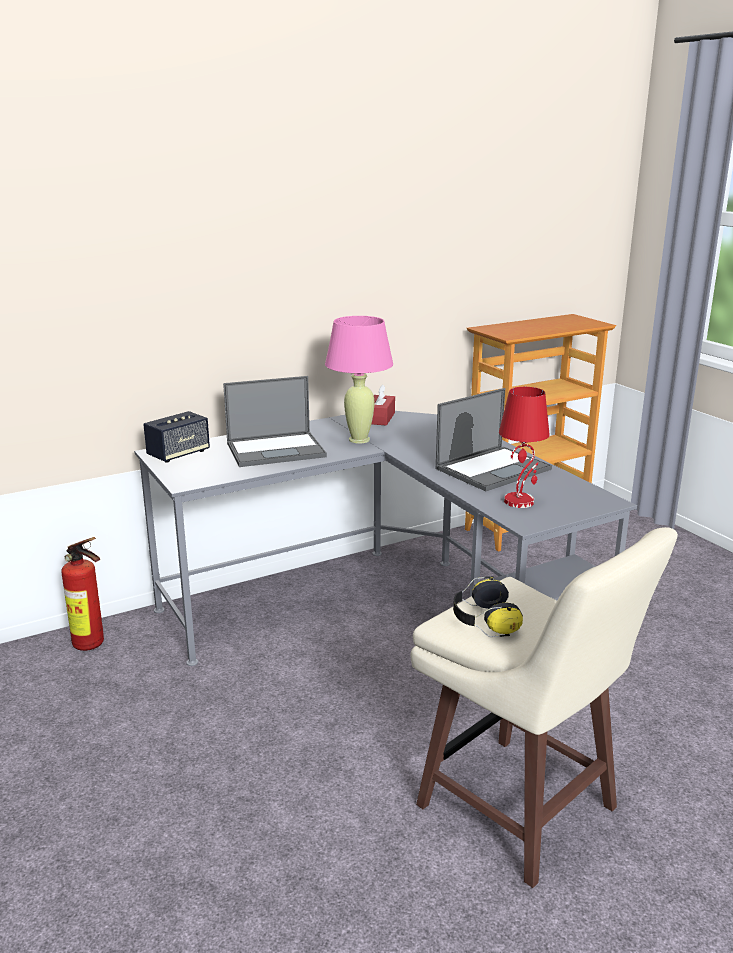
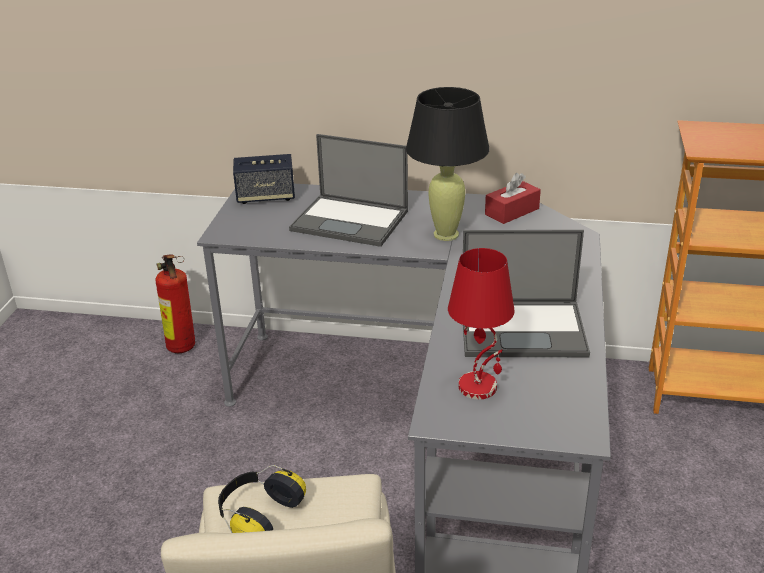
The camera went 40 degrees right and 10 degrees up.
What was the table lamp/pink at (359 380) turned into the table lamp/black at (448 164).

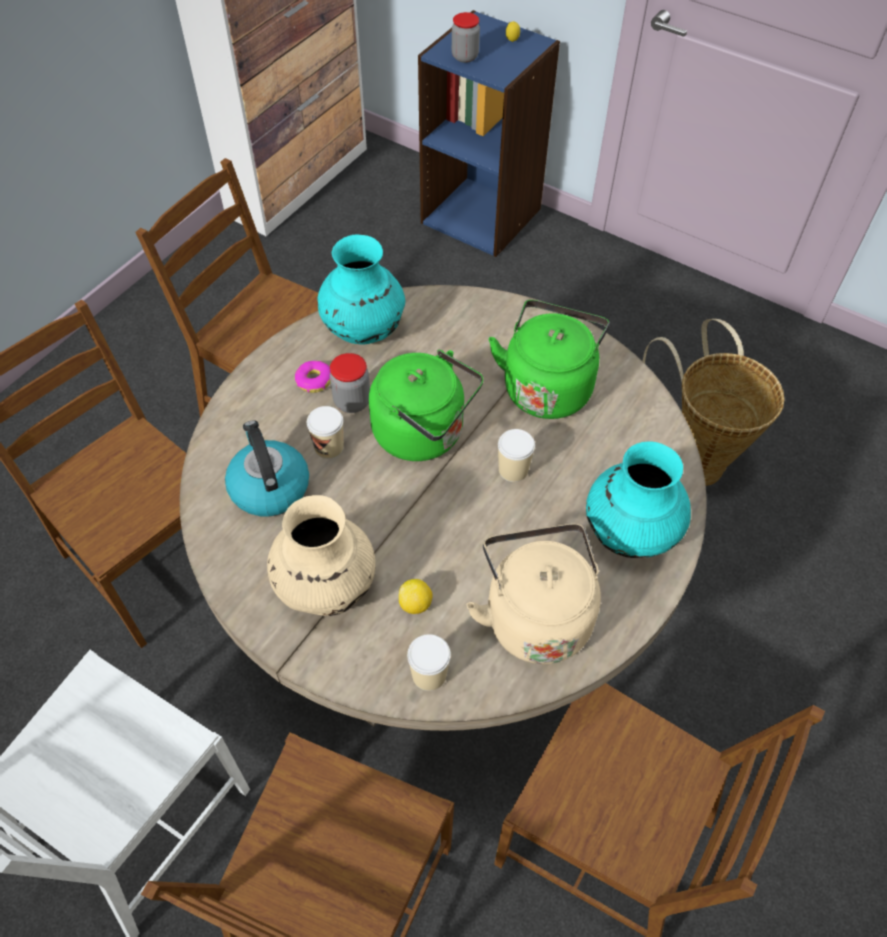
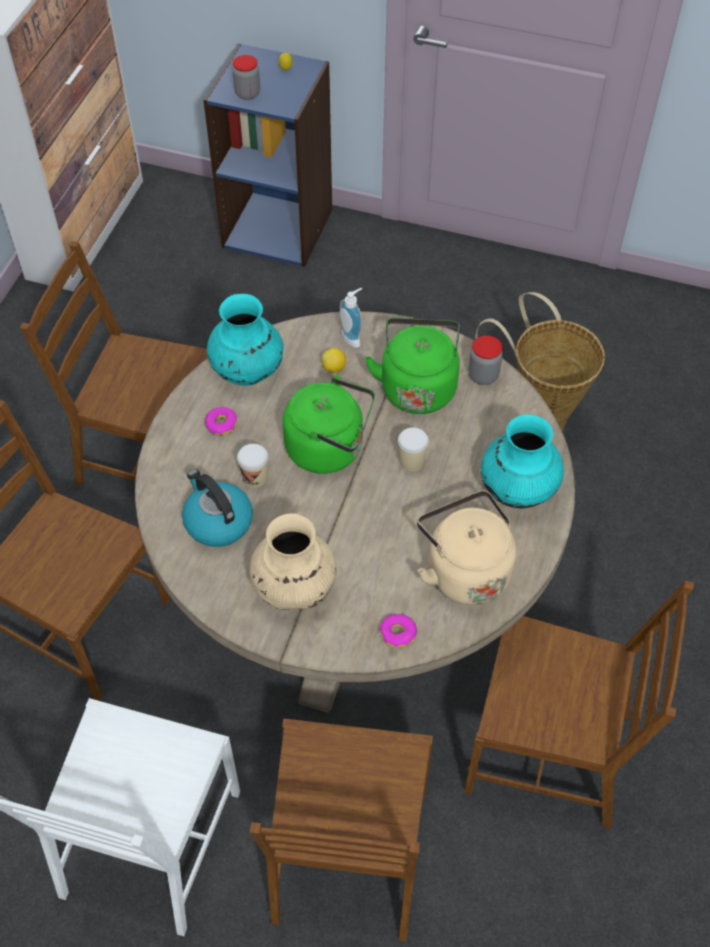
The camera went 15 degrees left and 0 degrees up.
The jar ended up elsewhere, having gone from (350 383) to (485 360).
The lemon ended up elsewhere, having gone from (416 596) to (334 360).
Where the cup stood at (429 662), the donut came to stand at (398 631).
The second view gained the soap dispenser at (351 318).

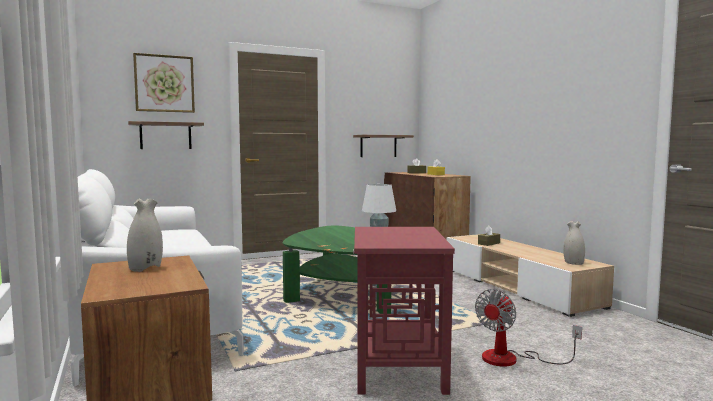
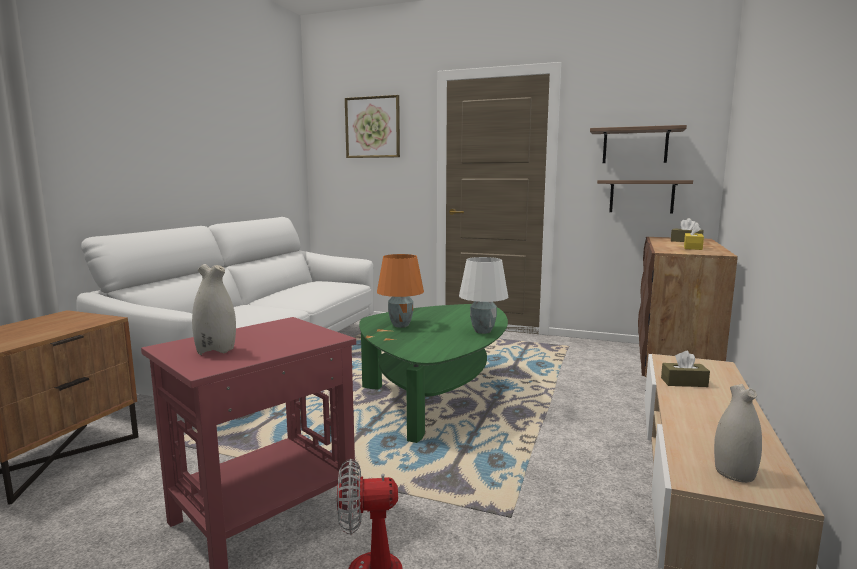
The camera went 45 degrees right and 5 degrees up.
The vase/white ended up elsewhere, having gone from (145 235) to (214 309).
The shelf ended up elsewhere, having gone from (166 135) to (638 144).
The second view gained the table lamp/orange at (400 291).

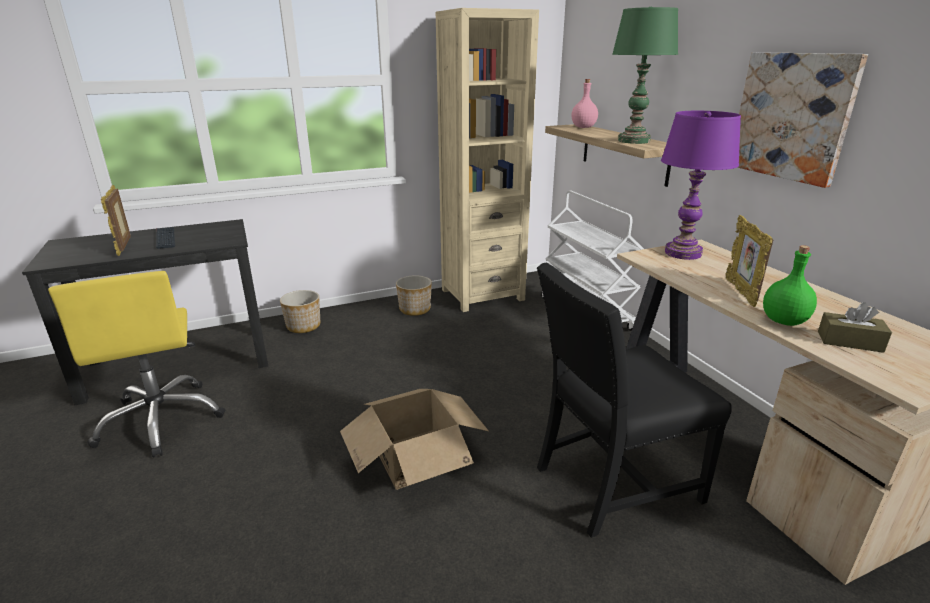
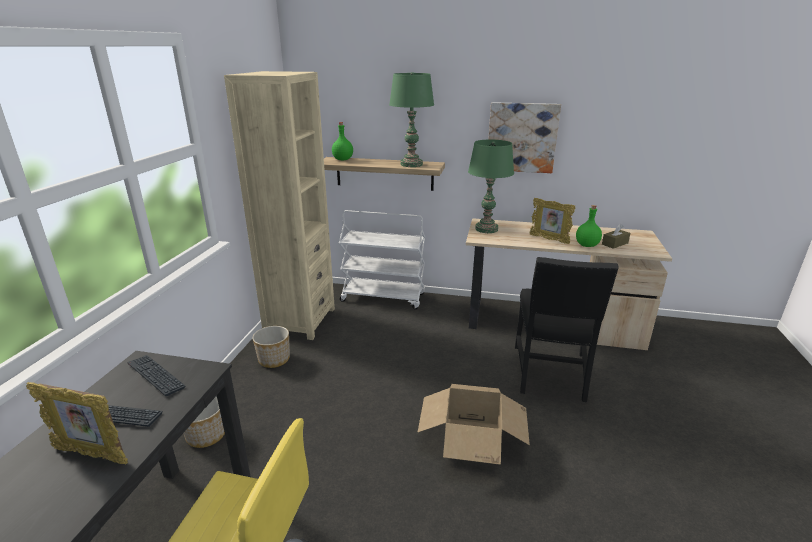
The camera went 55 degrees left and 0 degrees up.
What was the bottle/pink at (584 103) turned into the bottle/green at (342 141).
What was the table lamp/purple at (701 185) turned into the table lamp/green at (491 186).
The second view gained the keyboard at (156 375).

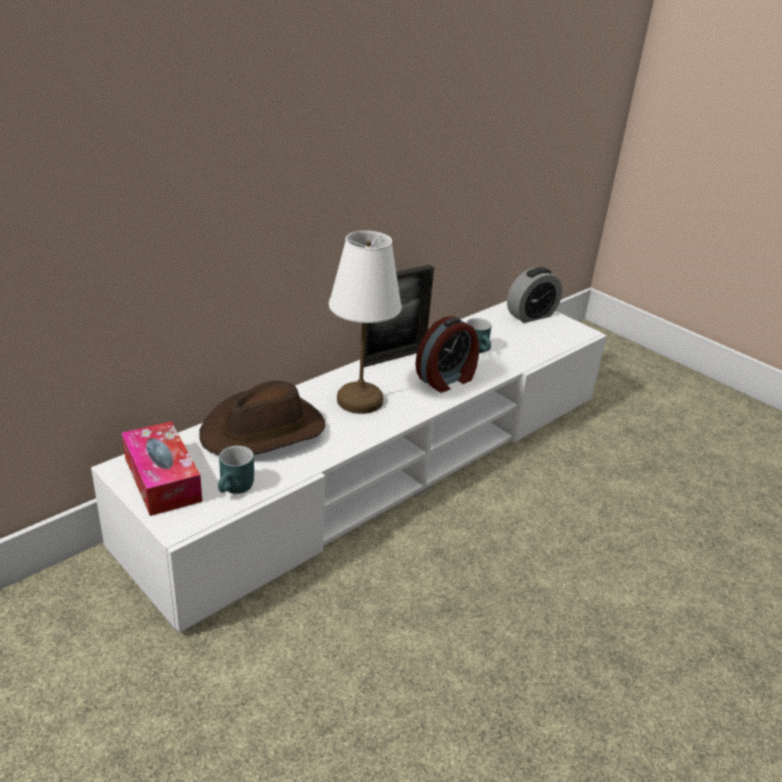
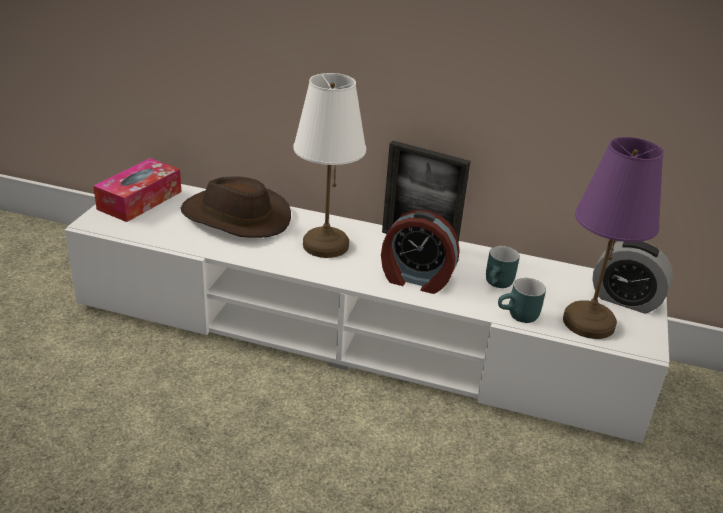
The camera went 60 degrees right and 0 degrees up.
The mug/turquoise ended up elsewhere, having gone from (236 470) to (522 300).
The second view gained the table lamp/purple at (613 238).

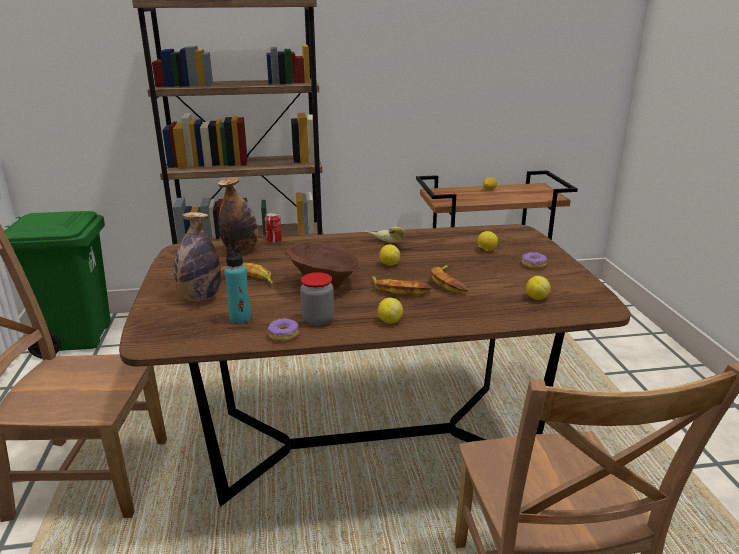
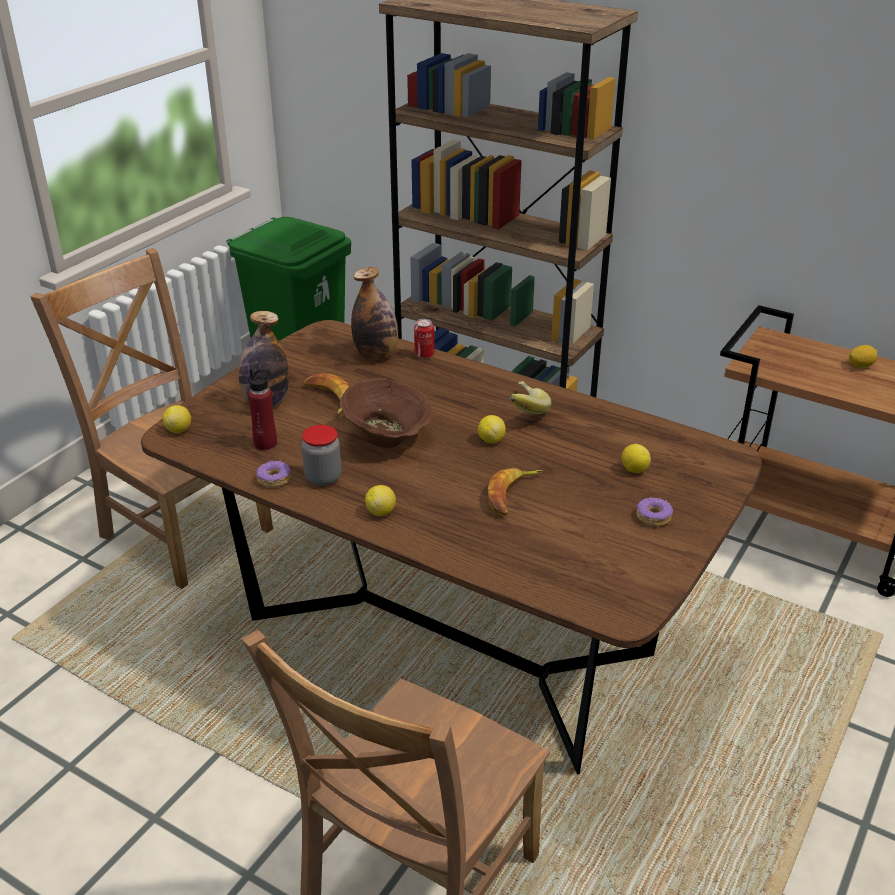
The camera went 40 degrees right and 10 degrees up.
What was the bottle/turquoise at (237 284) turned into the bottle/red at (262 409).
The second view lost the banana at (402 286).
The lemon ended up elsewhere, having gone from (538 288) to (177 419).

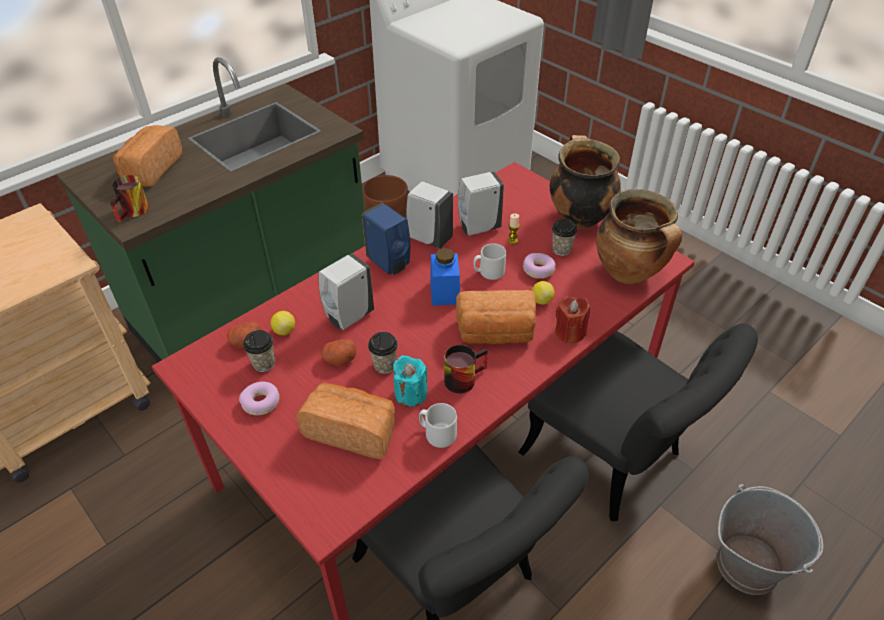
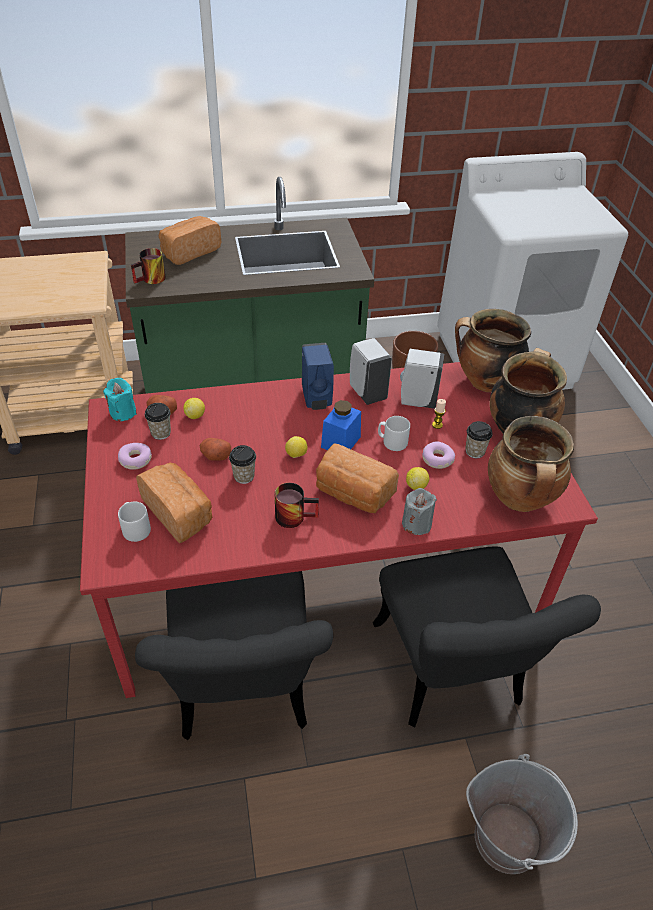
The camera went 30 degrees right and 0 degrees up.
The second view lost the soap dispenser/white at (346 291).
The candle/turquoise ended up elsewhere, having gone from (410 381) to (120 399).
The mug/grey ended up elsewhere, having gone from (438 425) to (134 522).
What was the candle/red at (572 319) turned into the candle/grey at (419 511).
The second view gained the lemon at (296 447).
The second view gained the cooking pot at (493 350).

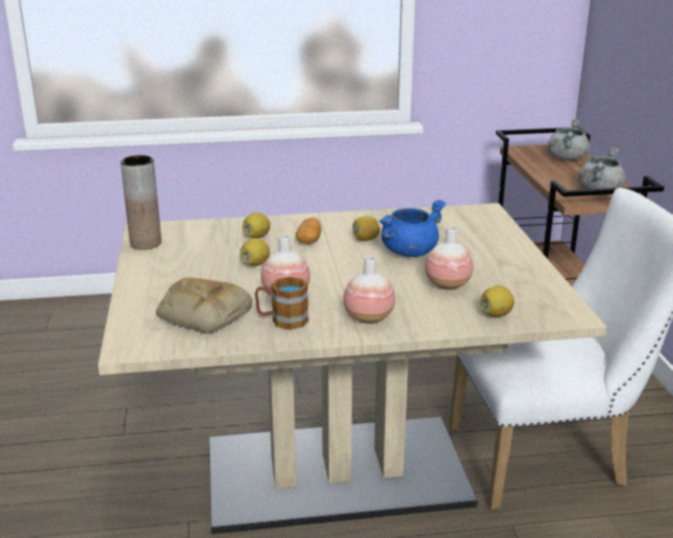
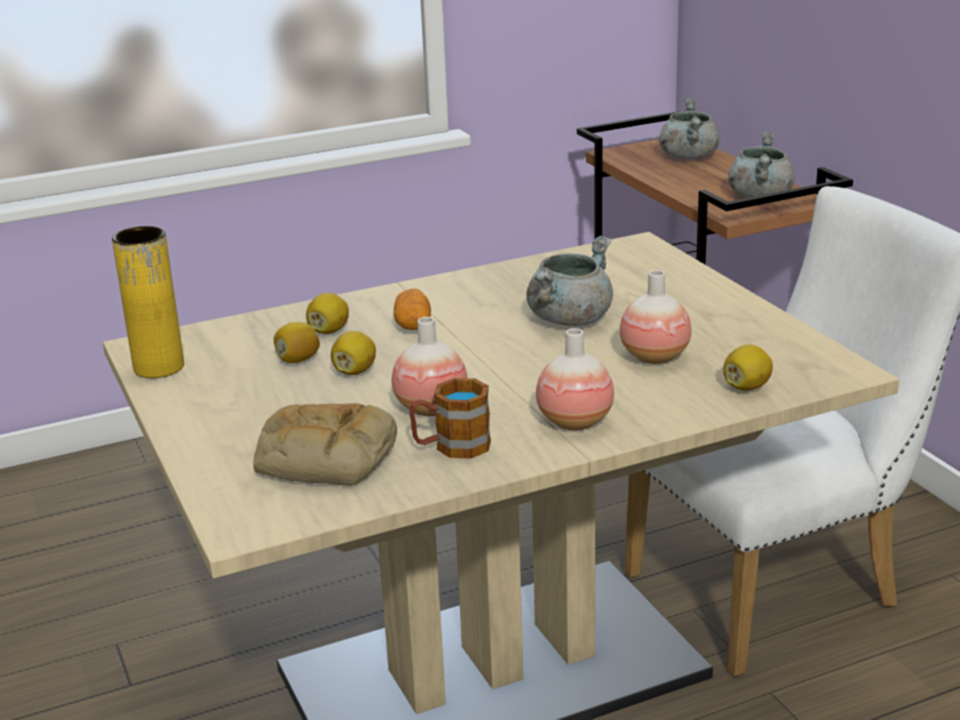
The camera went 15 degrees left and 0 degrees up.
What was the vase/brown at (141 202) turned into the vase/yellow at (148 302).
The lemon ended up elsewhere, having gone from (366 228) to (297 342).
What was the cooking pot/blue at (413 228) turned into the cooking pot/grey at (569 280).

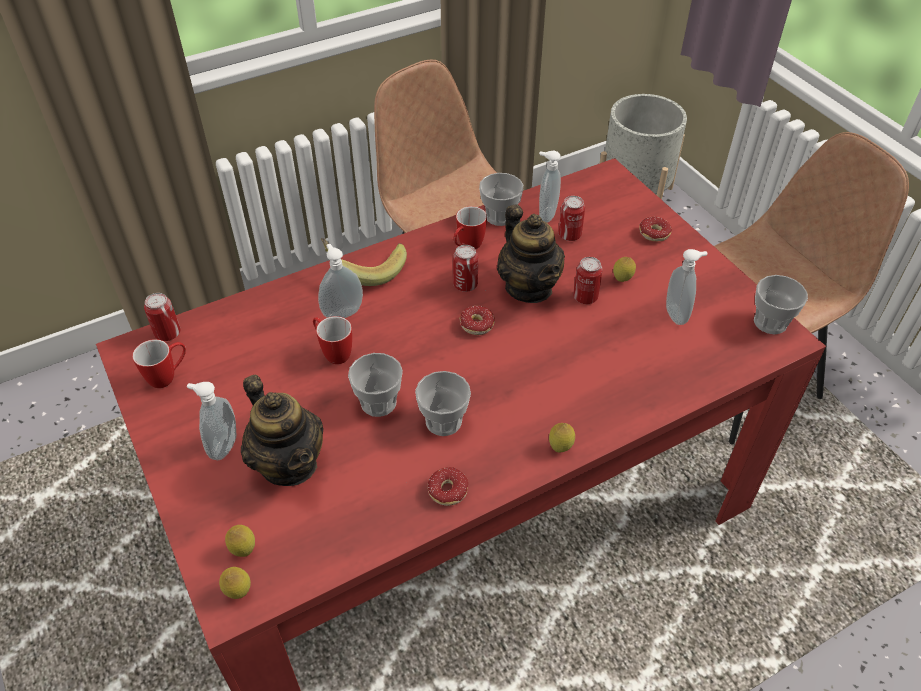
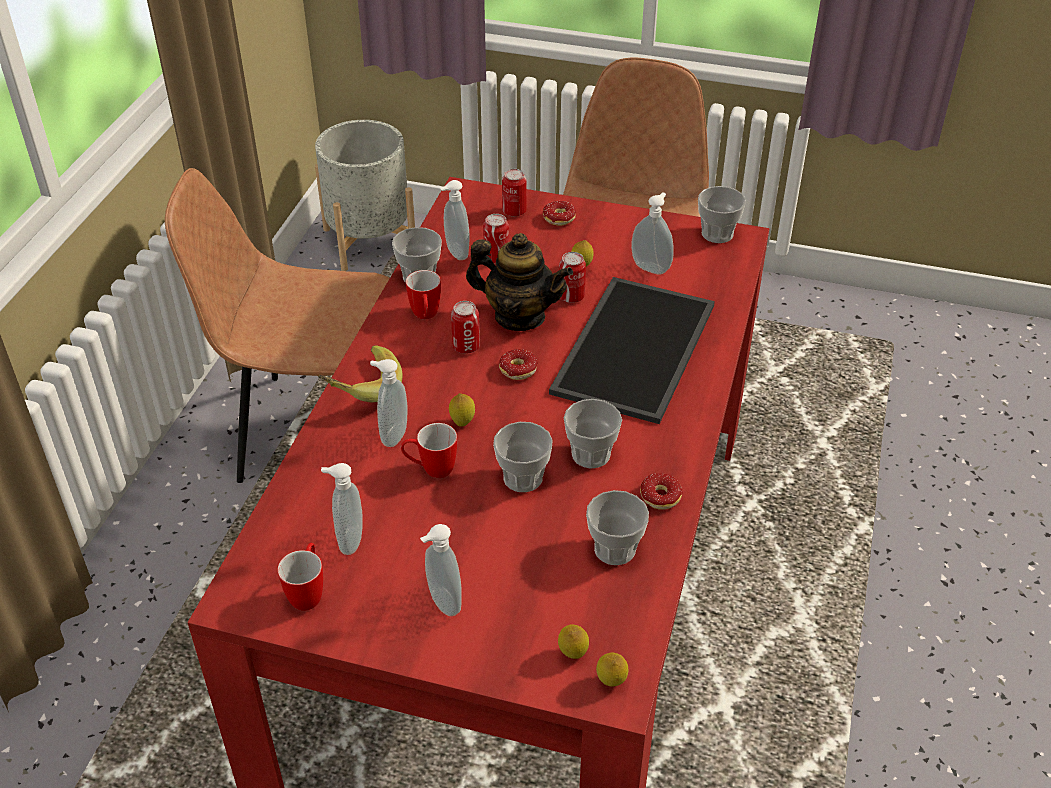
The camera went 45 degrees left and 5 degrees down.
The can ended up elsewhere, having gone from (162 317) to (514 193).
The second view lost the teapot at (282 430).
The lemon ended up elsewhere, having gone from (562 438) to (462 410).
The second view gained the soap dispenser at (342 509).
The second view gained the tray at (632 350).
The second view gained the cup at (617 527).

